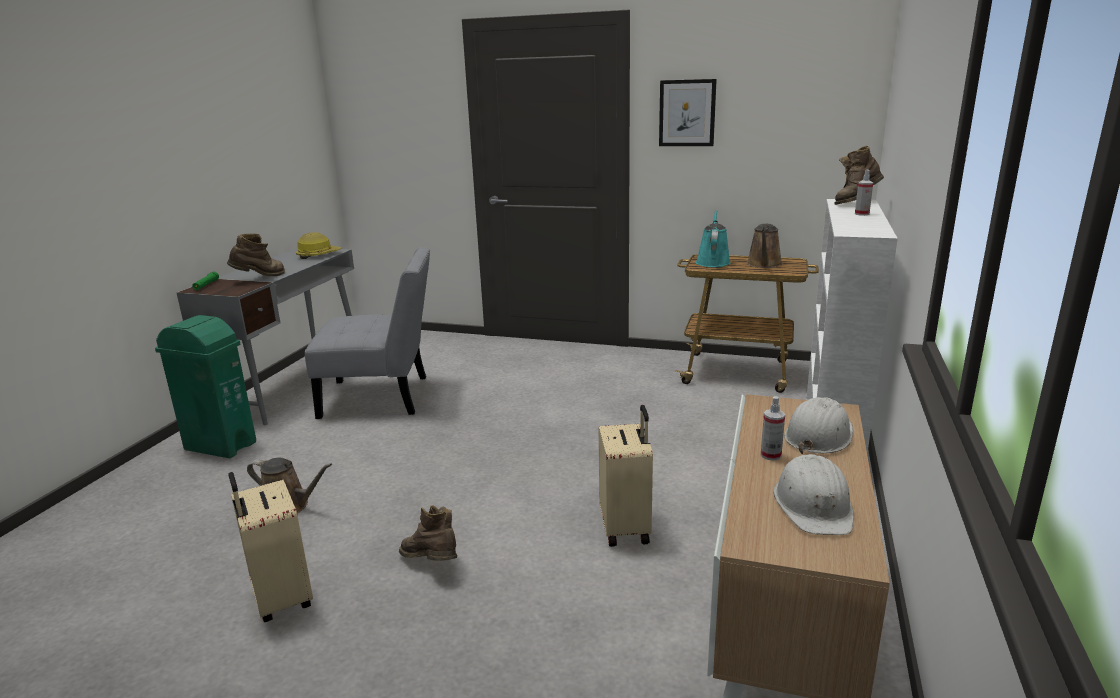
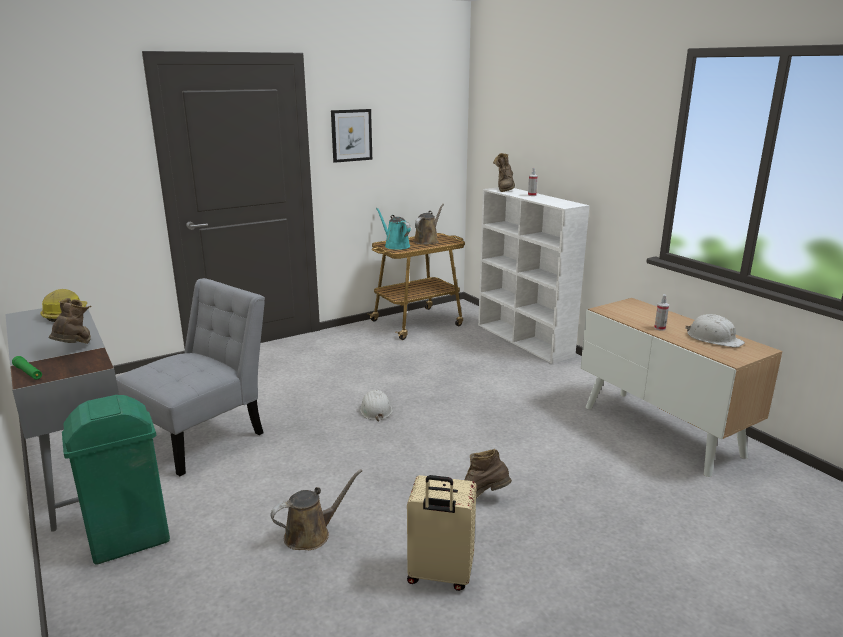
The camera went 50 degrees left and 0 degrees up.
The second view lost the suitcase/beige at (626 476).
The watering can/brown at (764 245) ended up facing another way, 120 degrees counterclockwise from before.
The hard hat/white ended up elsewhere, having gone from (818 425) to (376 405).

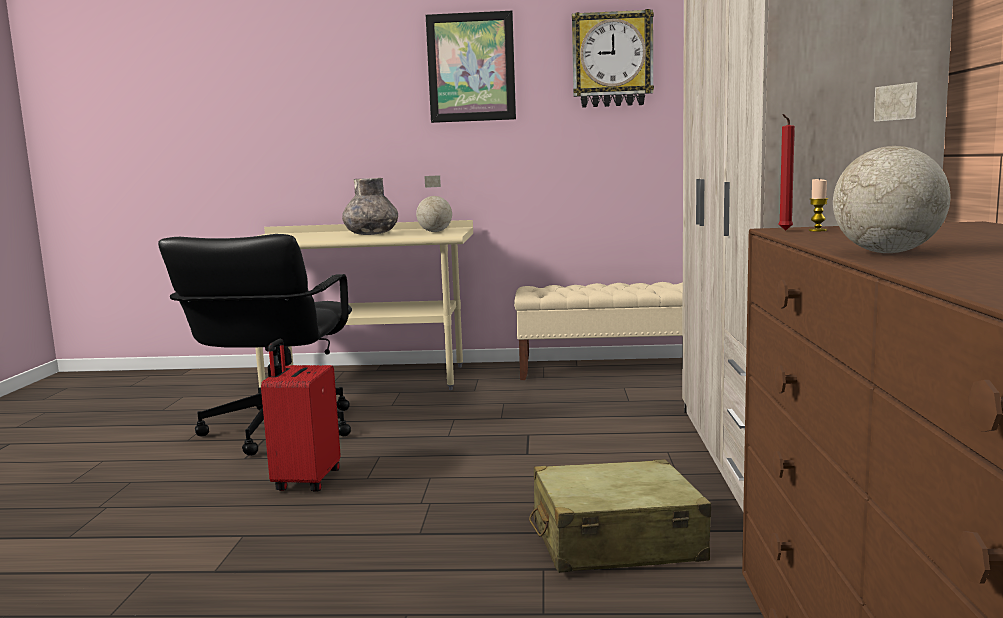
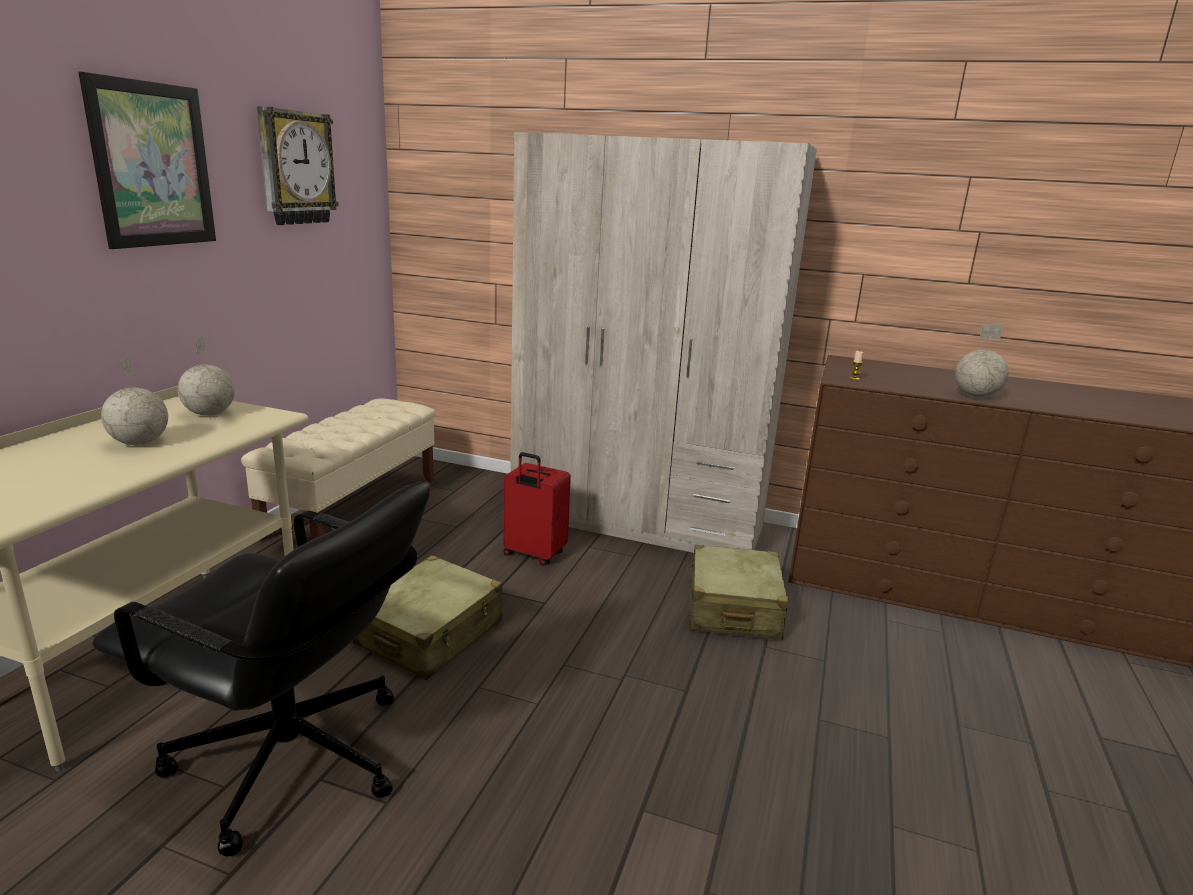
The camera went 75 degrees left and 10 degrees up.
The suitcase/red ended up elsewhere, having gone from (301 415) to (537 509).
Where the vase/grey stood at (370 206), the globe came to stand at (134 400).
The second view lost the candle/red at (786 172).
The second view gained the suitcase/beige at (428 617).

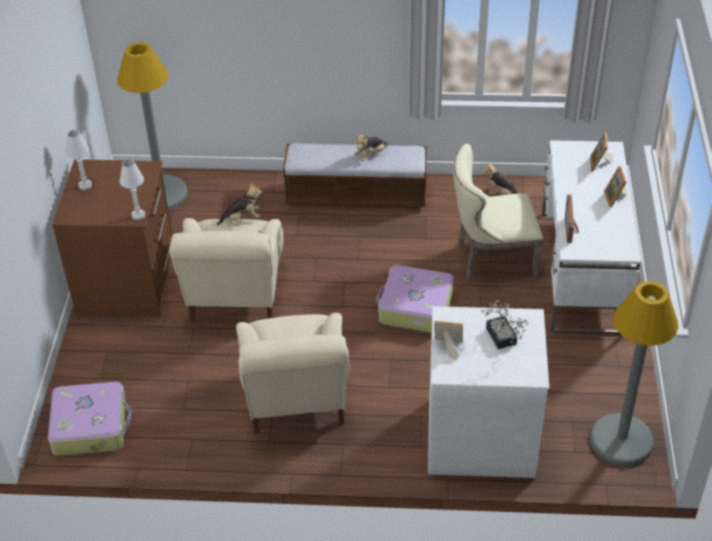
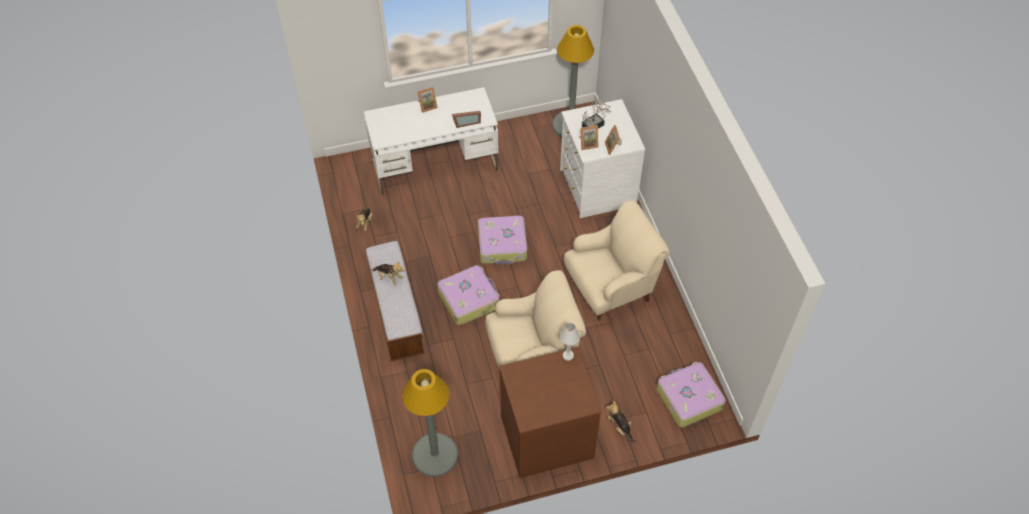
The camera went 110 degrees left and 10 degrees up.
The second view lost the table lamp/white at (78 160).
The plush toy ended up elsewhere, having gone from (239 204) to (621 422).
The second view lost the chair/beige at (498 212).
The picture frame ended up elsewhere, having gone from (602 152) to (588 137).
The second view gained the suitcase at (468 295).

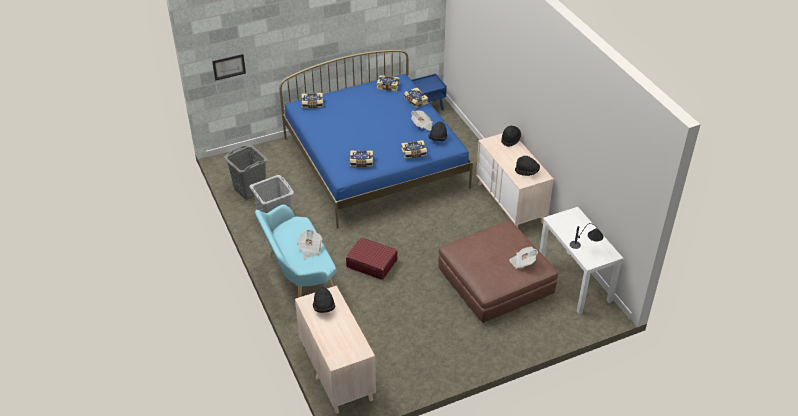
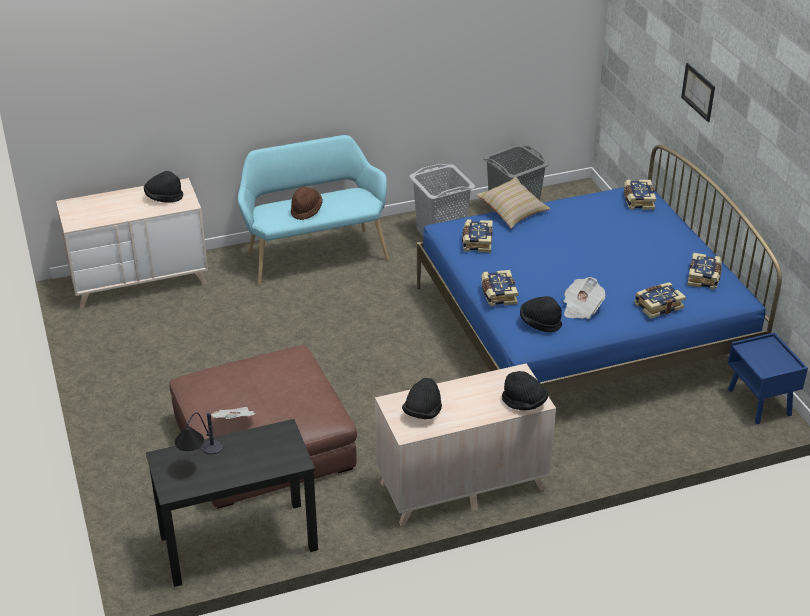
The camera went 95 degrees right and 5 degrees down.
The picture ended up elsewhere, having gone from (229 67) to (698 92).
Where the newspaper stood at (309 244), the hat/brown came to stand at (307 203).
The second view lost the suitcase/red at (372 259).
What was the desk/white at (581 260) turned into the desk/black at (232 503).
The second view gained the pillow/beige at (513 203).

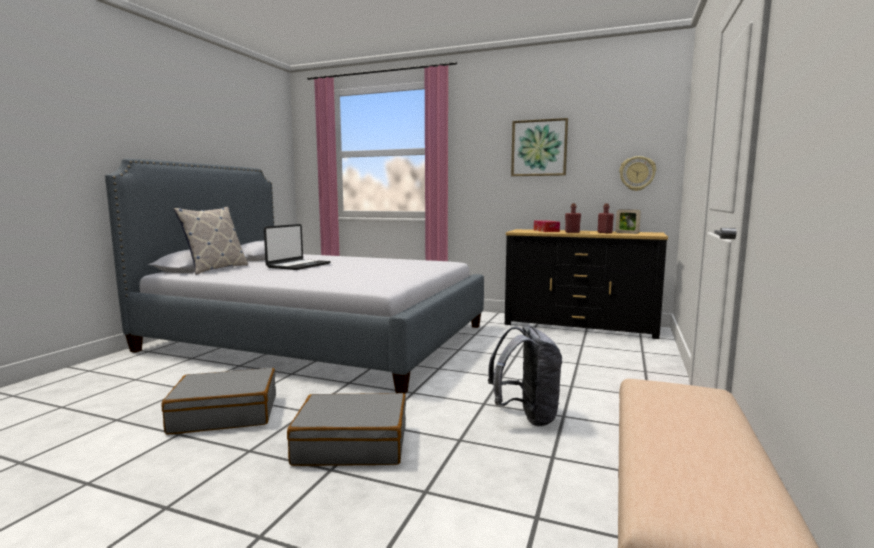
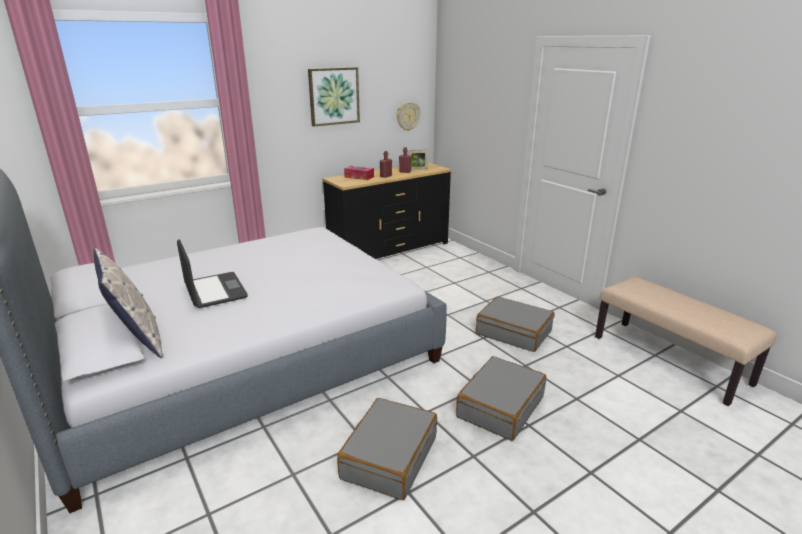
The camera went 55 degrees left and 15 degrees up.
Where the backpack/grey stood at (525 375), the suitcase/grey came to stand at (515 324).

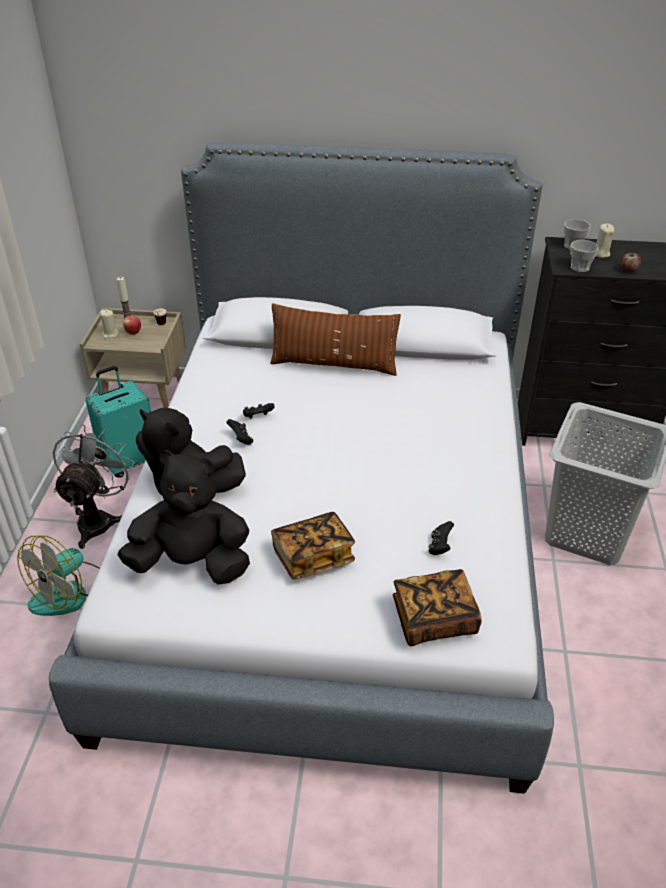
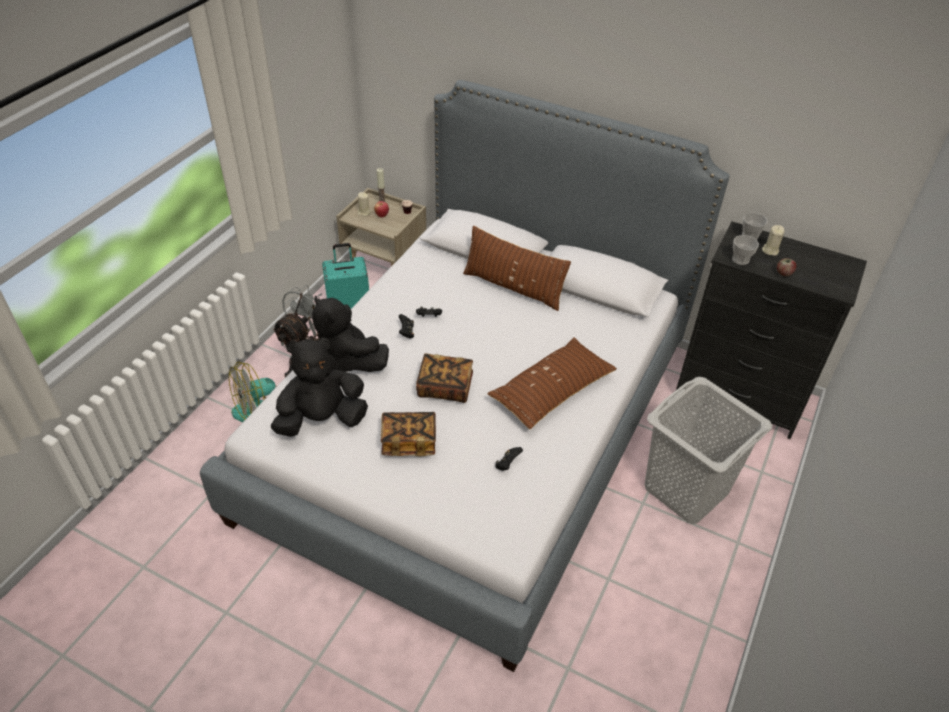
The camera went 20 degrees right and 5 degrees up.
The plush toy/black at (184 517) ended up facing another way, 45 degrees counterclockwise from before.
The book ended up elsewhere, having gone from (437 607) to (444 378).
The second view gained the pillow/brown at (552 383).

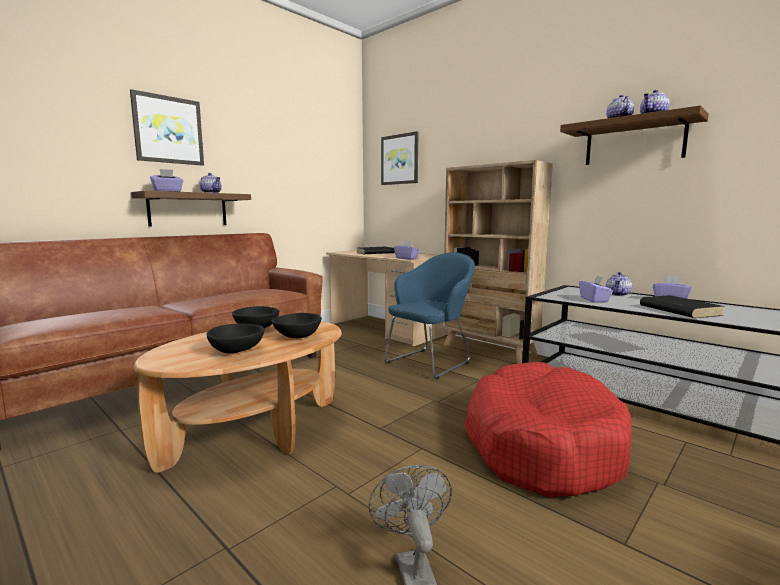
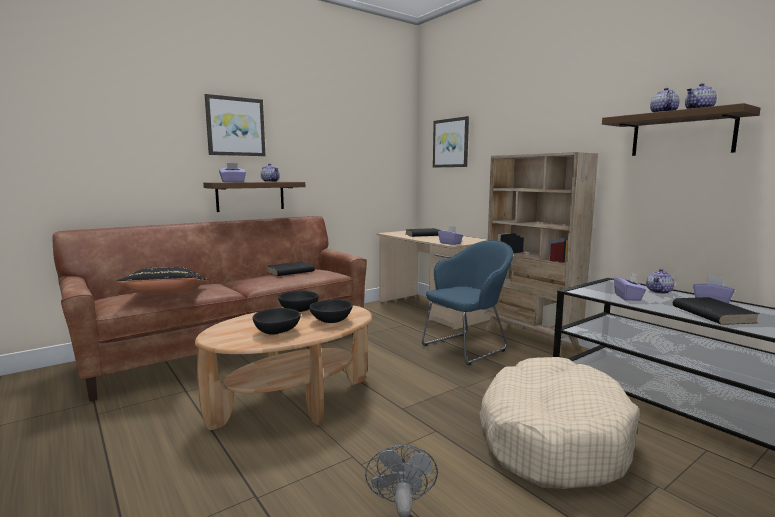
The camera went 10 degrees right and 0 degrees up.
What was the dog bed/red at (548 429) turned into the dog bed/beige at (559 423).
The second view gained the pillow/black at (162 281).
The second view gained the book/black at (291 269).

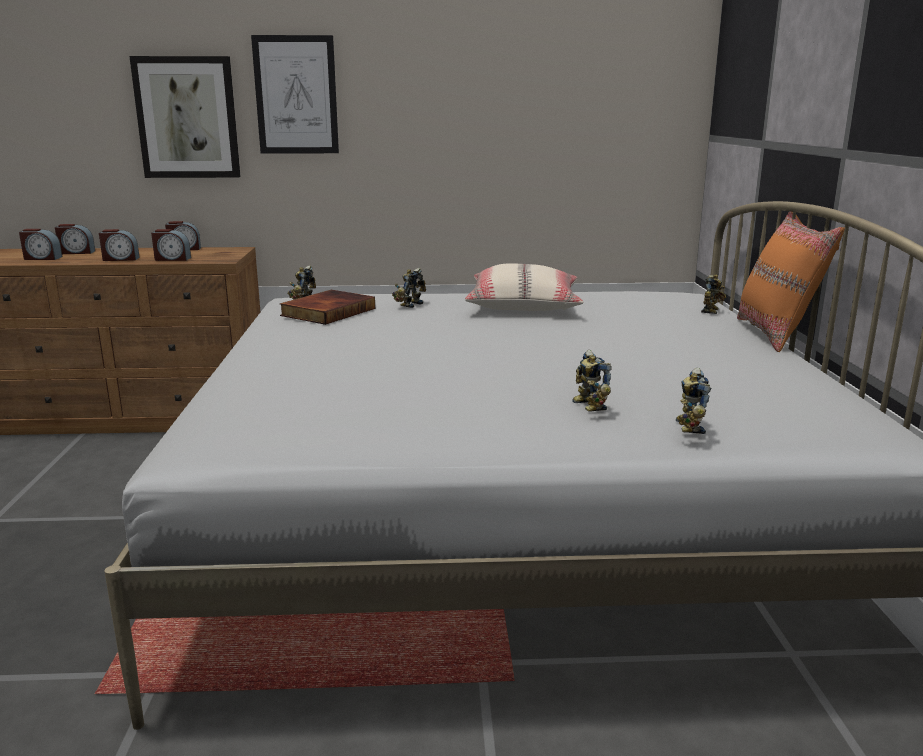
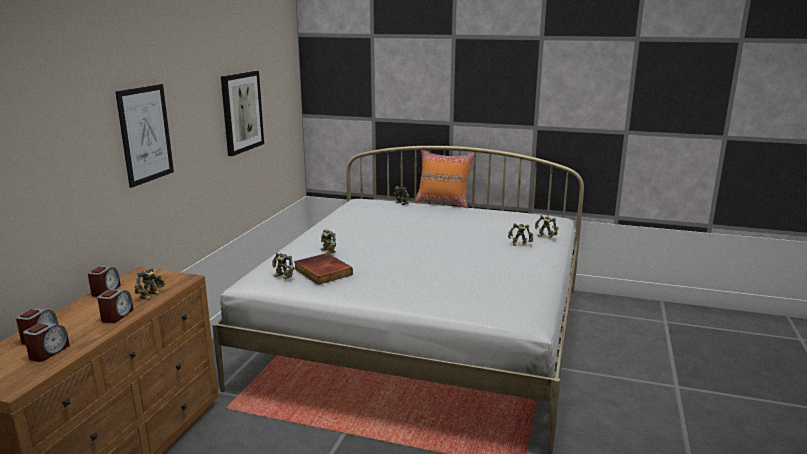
The camera went 70 degrees left and 0 degrees up.
The picture ended up elsewhere, having gone from (184 117) to (242 113).
Where the alarm clock stood at (171 245), the toy robot came to stand at (149 283).
The second view lost the pillow/beige at (524 287).

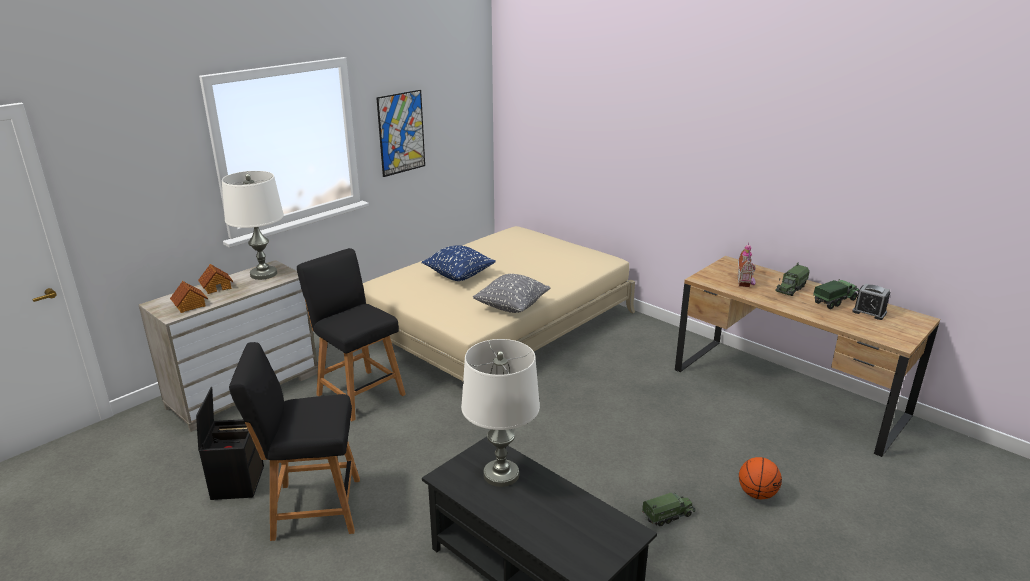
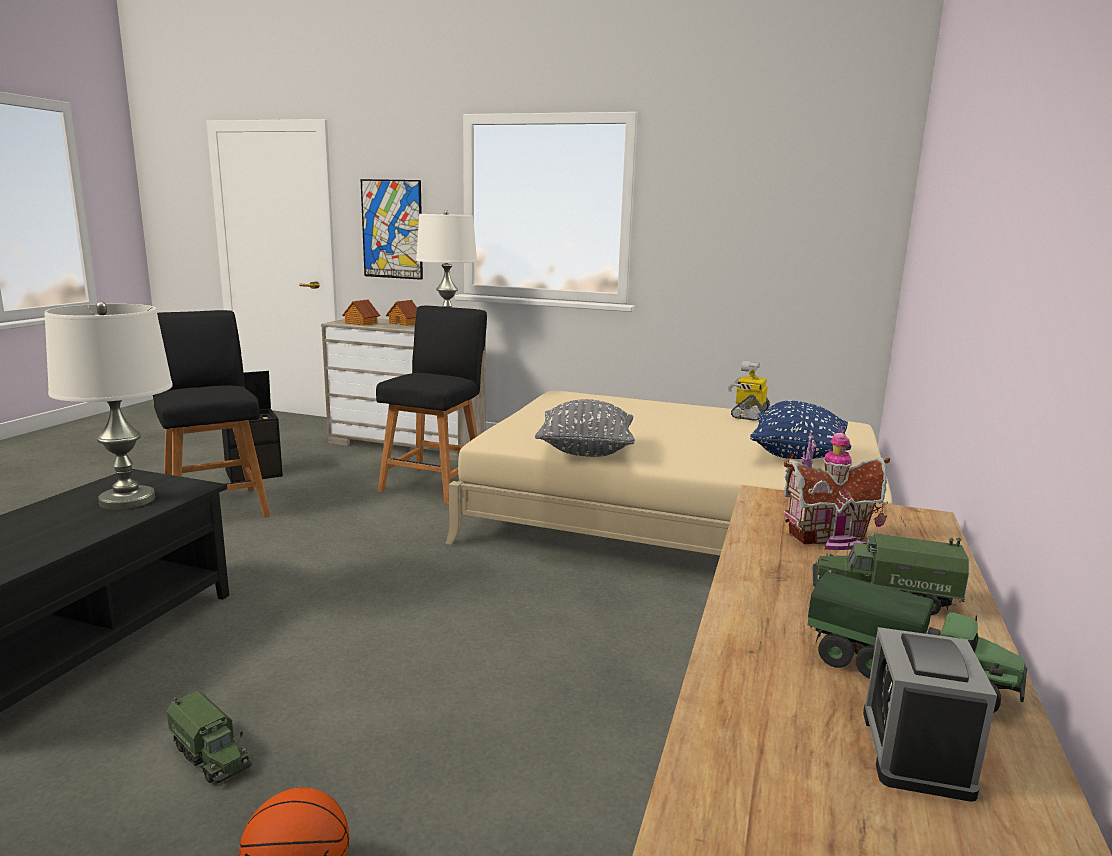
The camera went 65 degrees right and 10 degrees down.
The picture ended up elsewhere, having gone from (400 133) to (392 229).
The pillow/blue ended up elsewhere, having gone from (458 263) to (801 430).
The second view gained the toy robot at (749 391).

